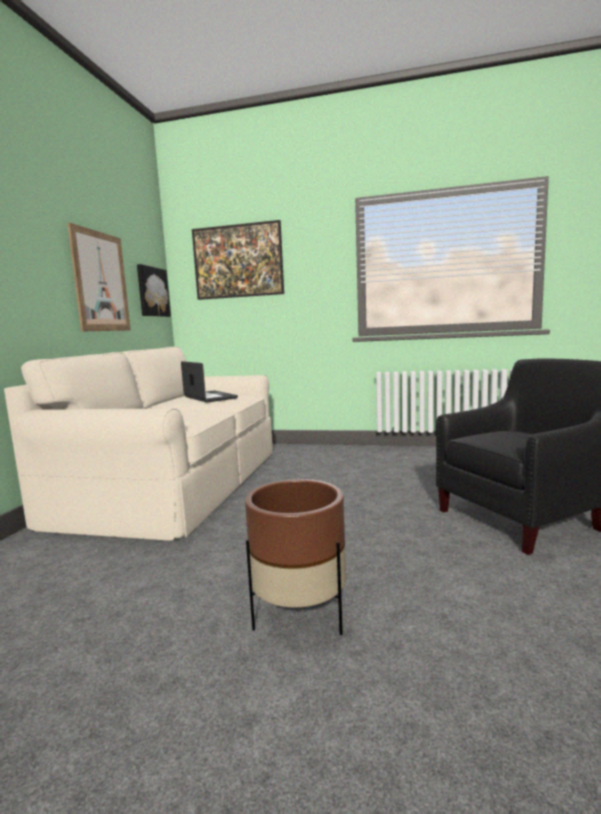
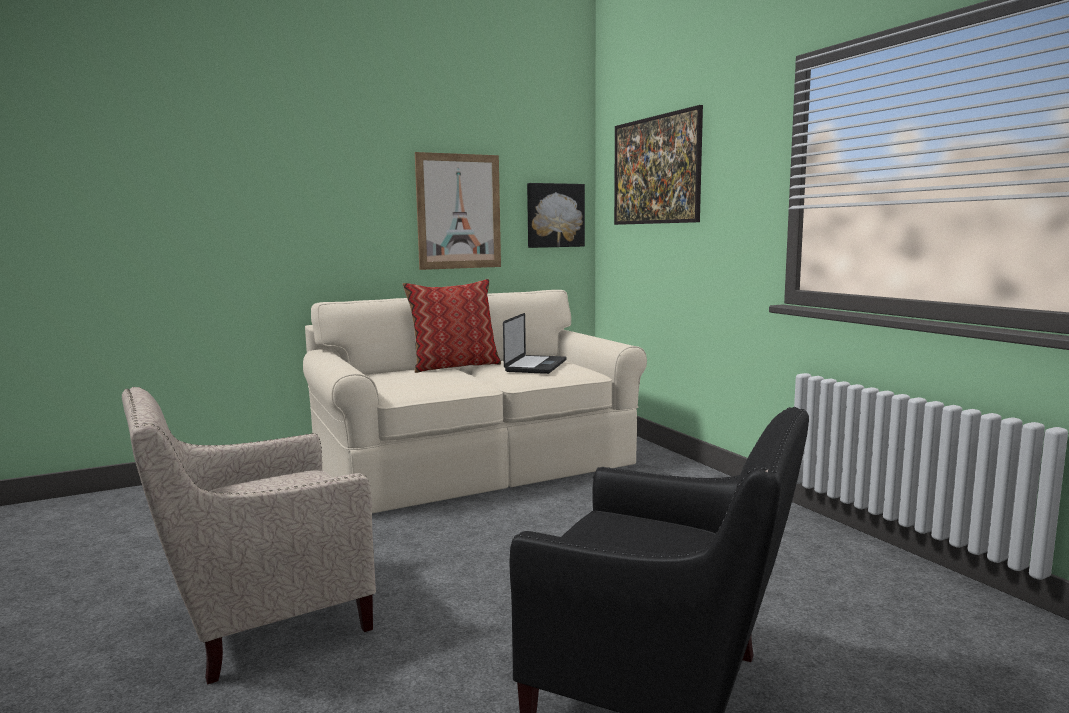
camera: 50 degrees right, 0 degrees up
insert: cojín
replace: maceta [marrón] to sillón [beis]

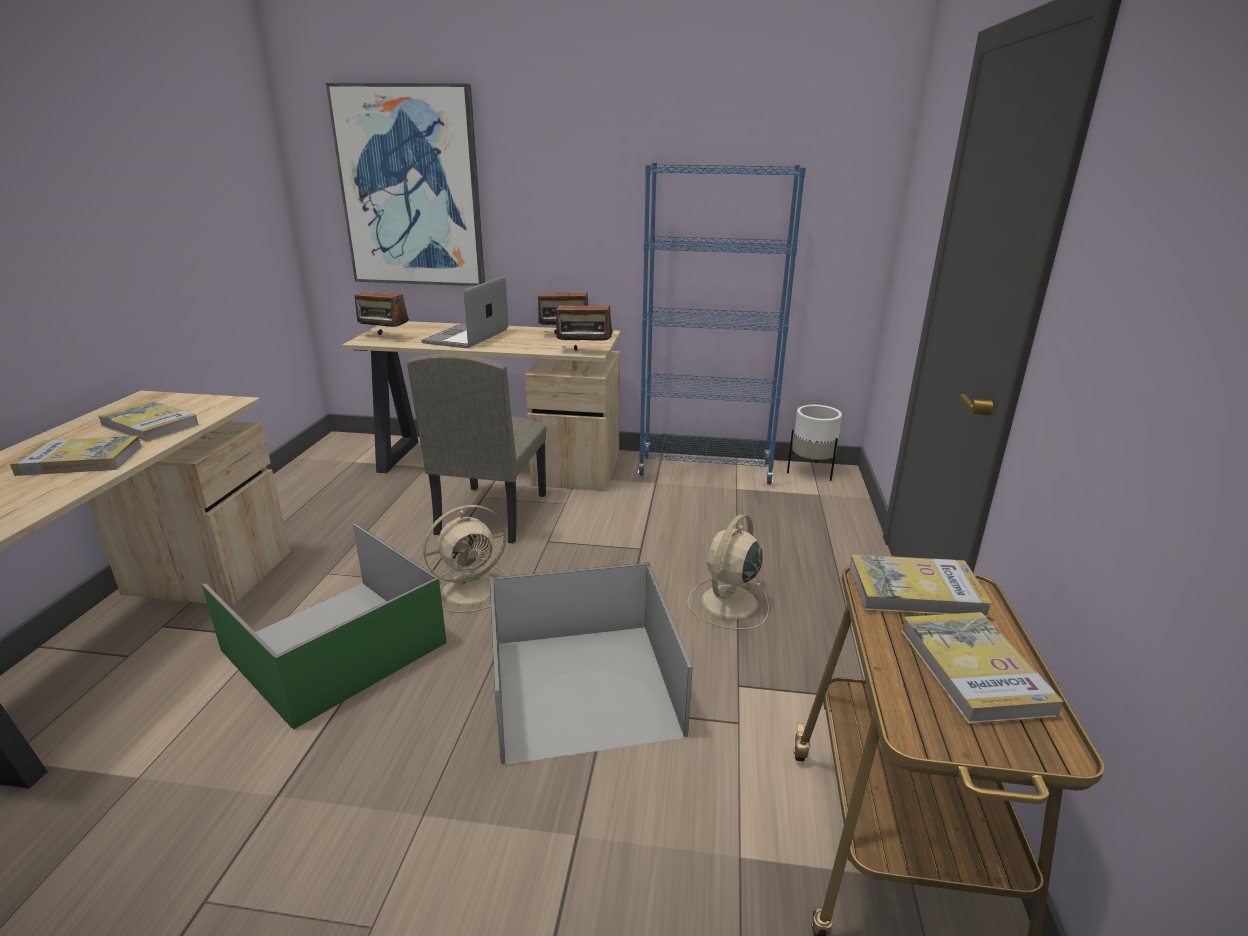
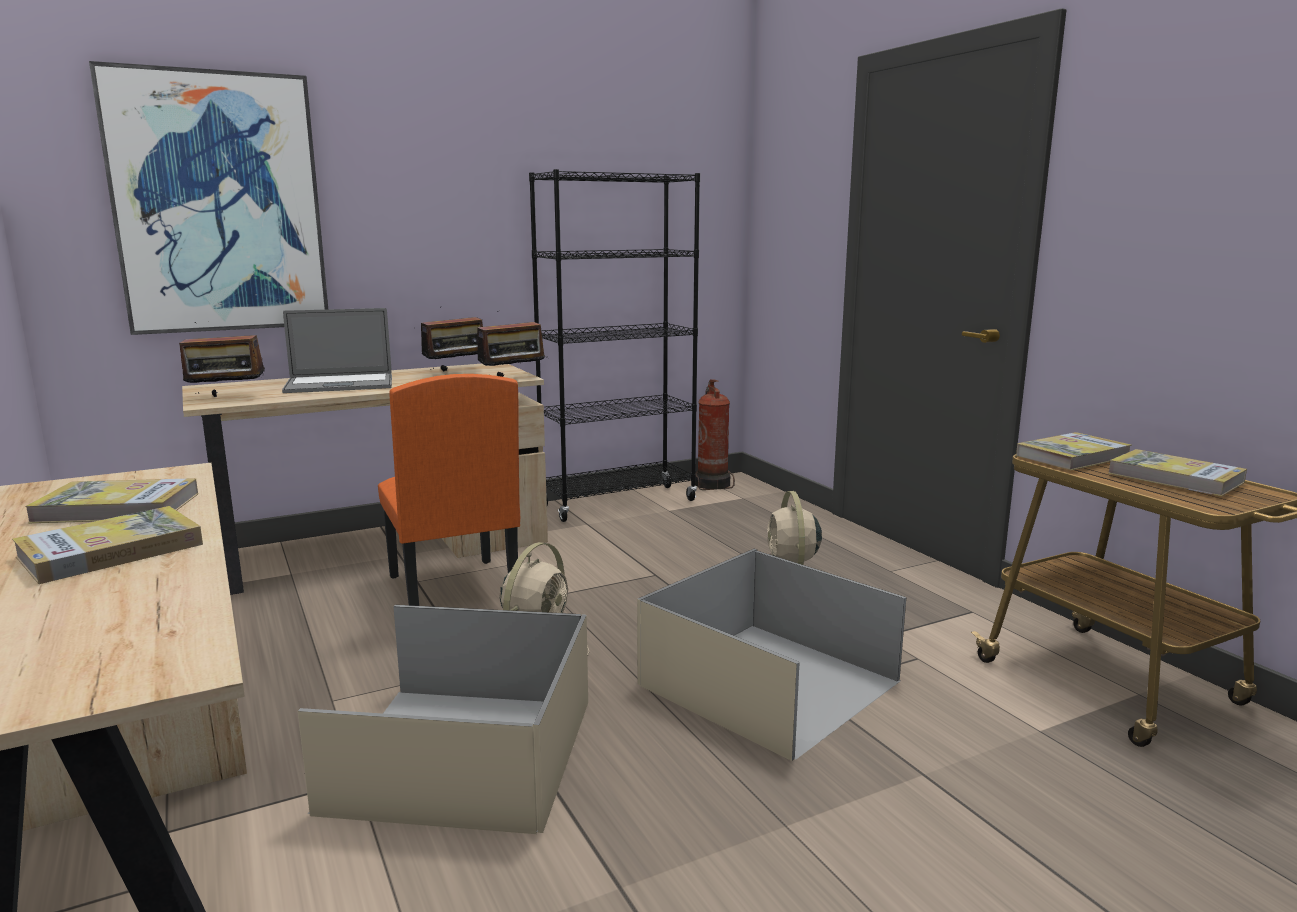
camera: 35 degrees left, 10 degrees down
replace: maceta [blanco] to extintor
recolor: estantería [azul] to estantería [negro]; silla [beis] to silla [naranja]; caja de almacenaje [verde] to caja de almacenaje [beis] (1st from left)
rotate: portátil 90 degrees counterclockwise

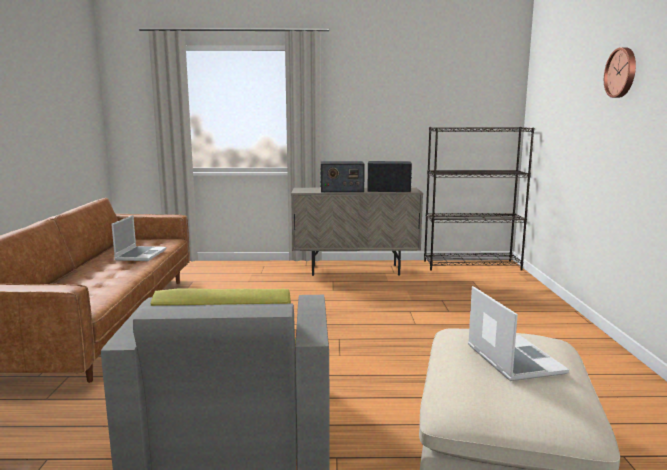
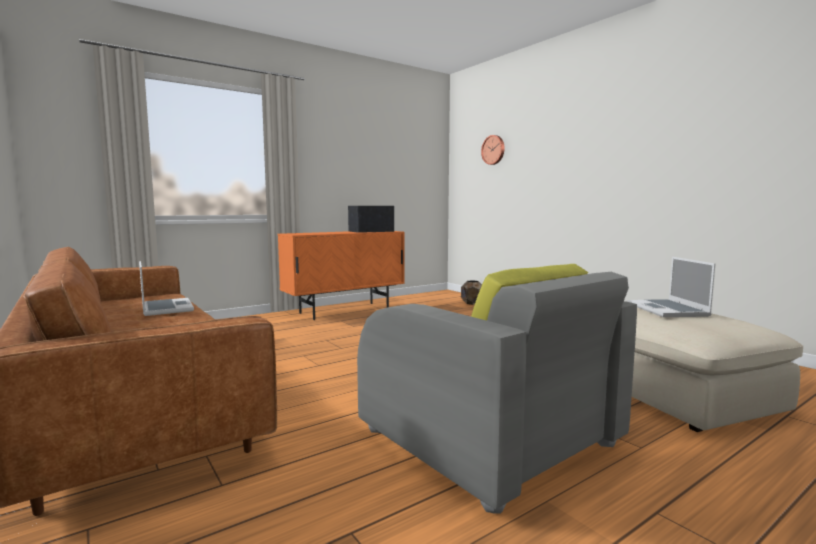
camera: 35 degrees left, 5 degrees down
delete: estantería [negro]; radio (1st from left)
insert: maceta [marrón]
move: reloj de pared
recolor: armario [beis] to armario [naranja]
rotate: portátil (2nd from left) 135 degrees counterclockwise

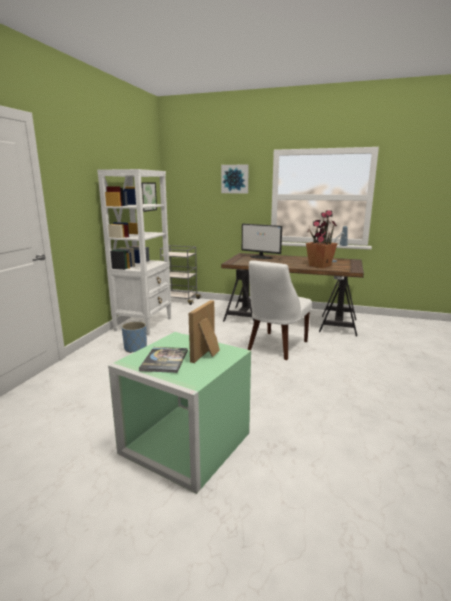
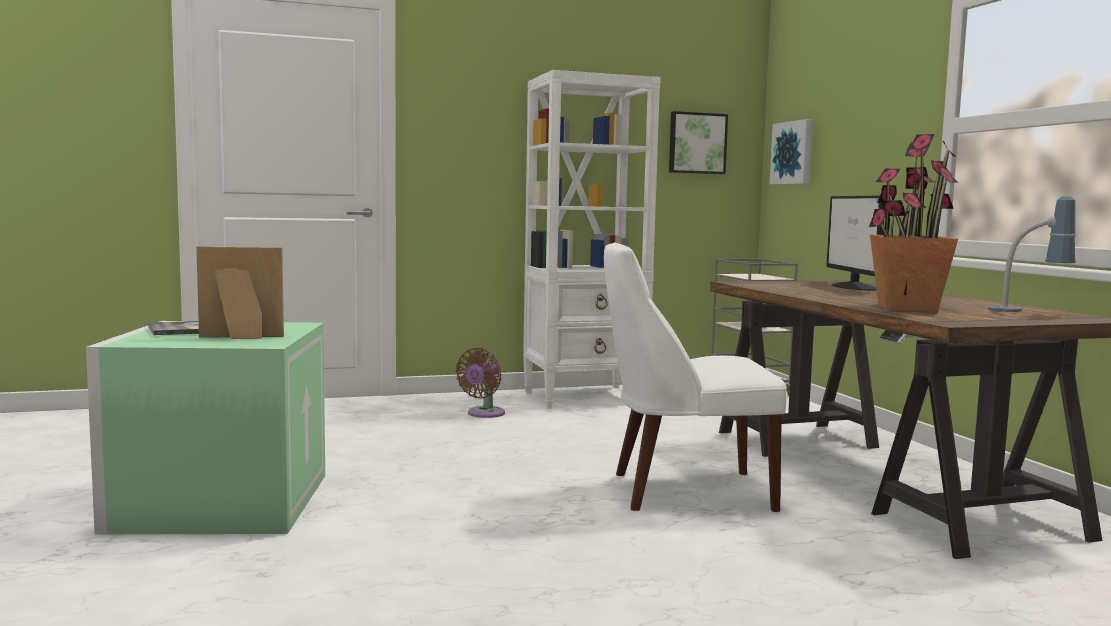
camera: 55 degrees right, 10 degrees down
move: cuadro (2nd from left)
replace: maceta [azul] to ventilador [marrón]

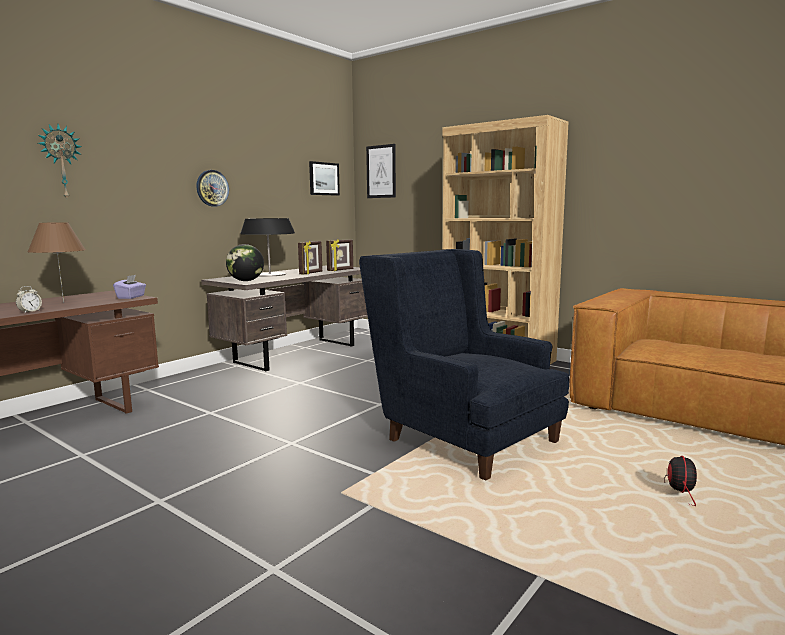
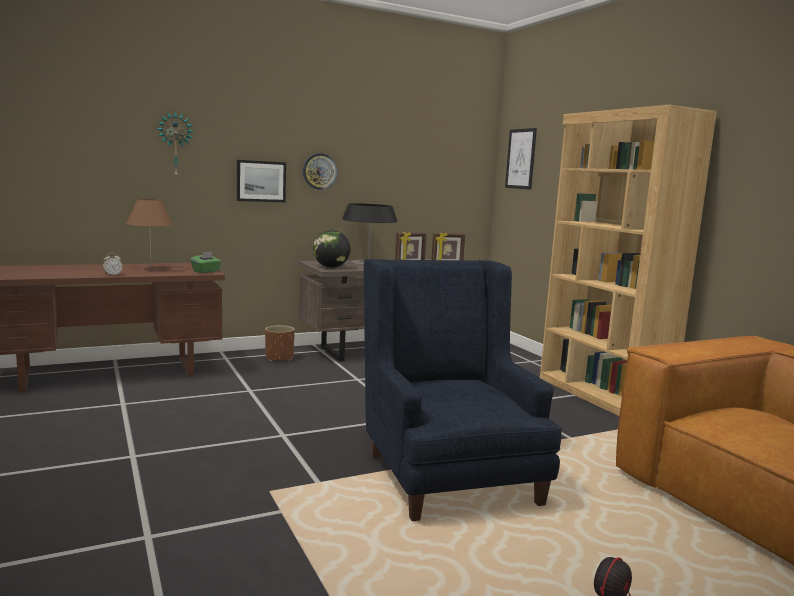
camera: 25 degrees right, 0 degrees up
insert: maceta [marrón]
move: cuadro (1st from left)
recolor: caja de pañuelos [morado] to caja de pañuelos [verde]

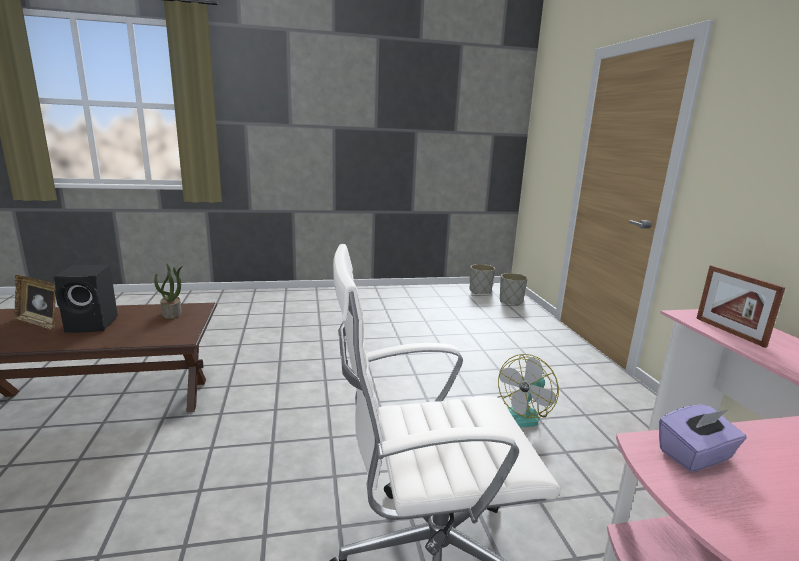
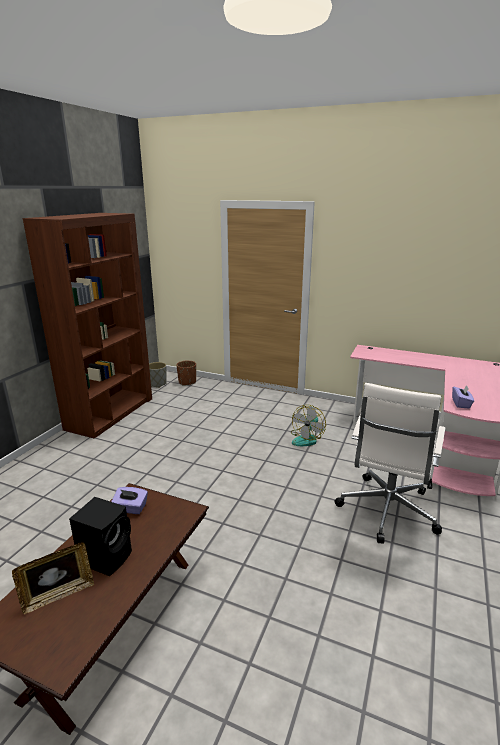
camera: 55 degrees left, 5 degrees up
delete: portarretratos (2nd from left)
insert: estantería [marrón]
replace: planta en maceta to caja de pañuelos [morado] (1st from left)
recolor: maceta [gris] (2nd from left) to maceta [marrón]
rotate: ventilador 45 degrees clockwise

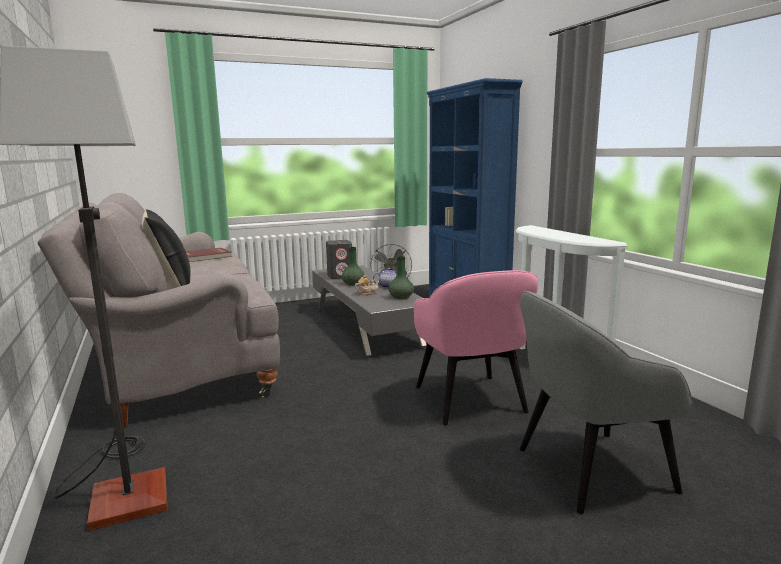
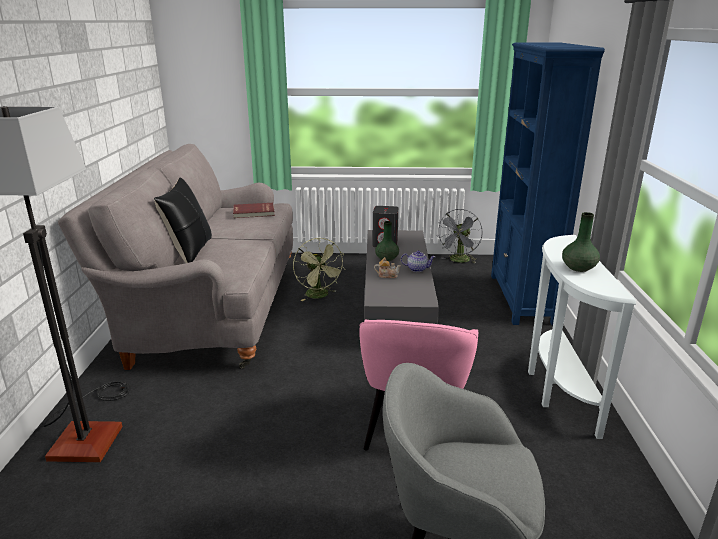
camera: 25 degrees right, 10 degrees up
insert: ventilador [verde]
move: florero [verde] (2nd from left)

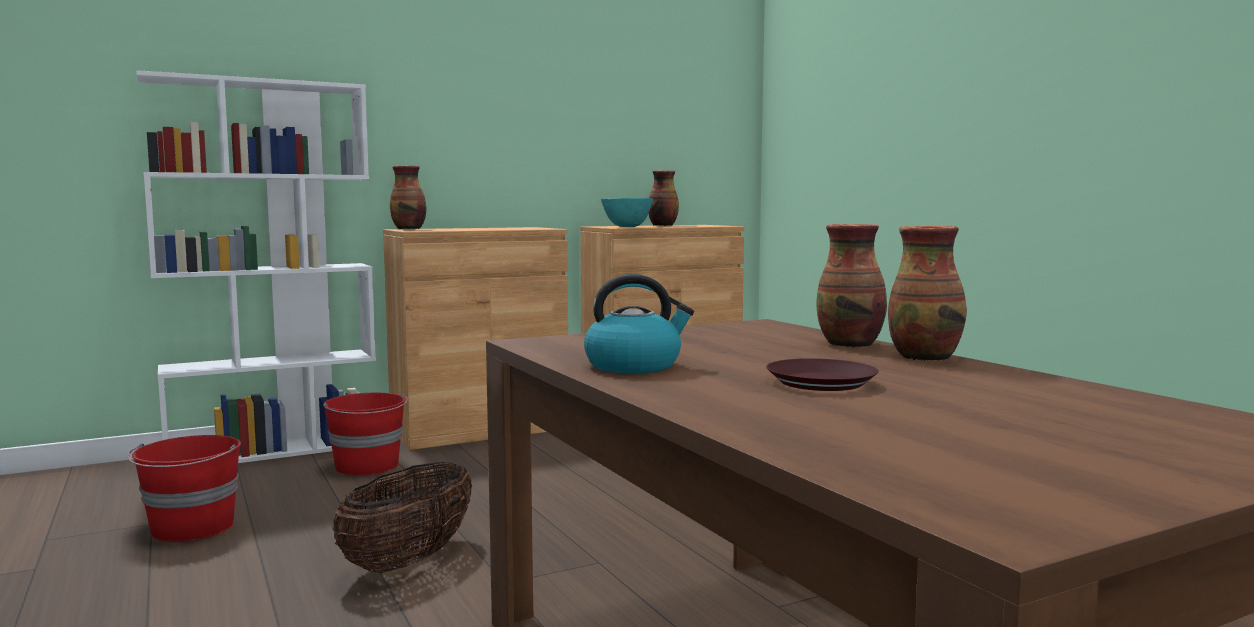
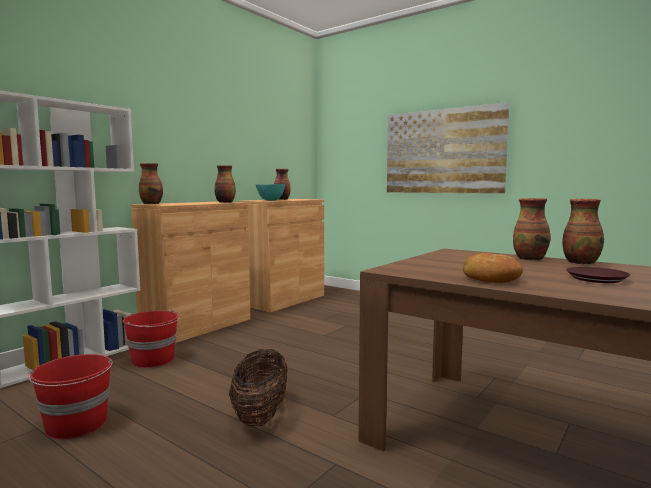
camera: 25 degrees left, 0 degrees up
insert: cuadro; florero (2nd from left)
replace: hervidor to pan

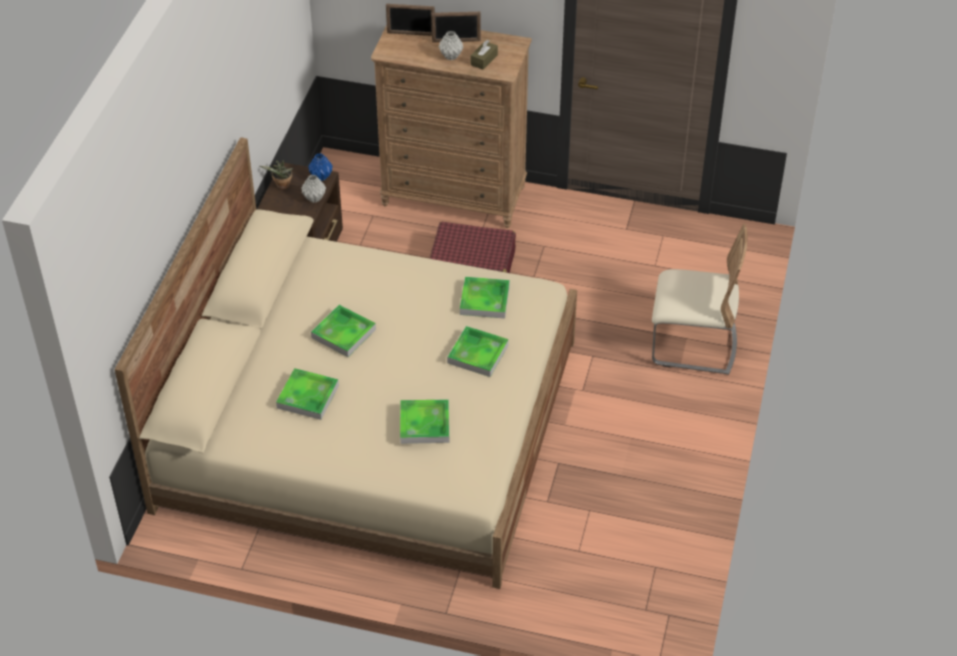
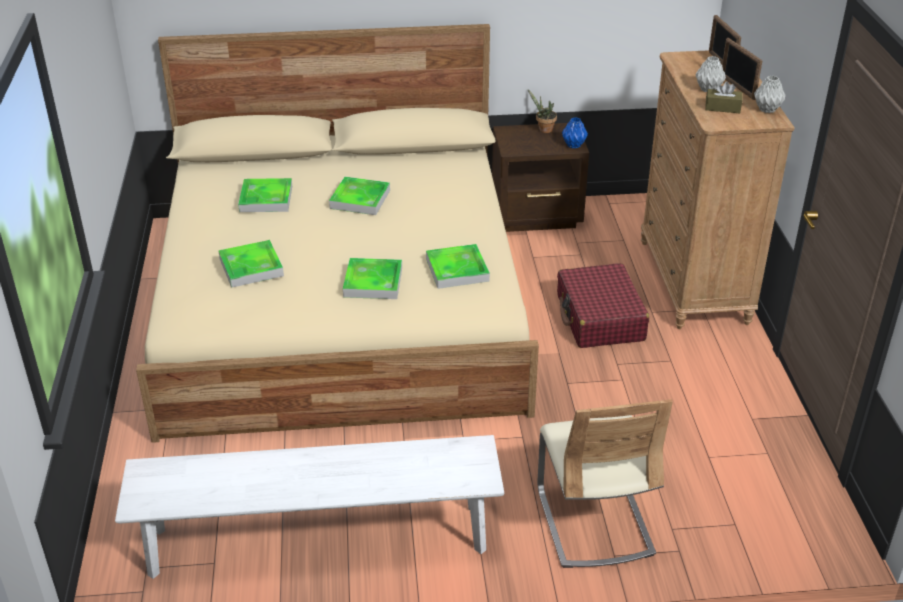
camera: 70 degrees right, 10 degrees down
insert: banco [blanco]
move: florero [gris] (1st from left in the first image) to florero [gris] (2nd from left)

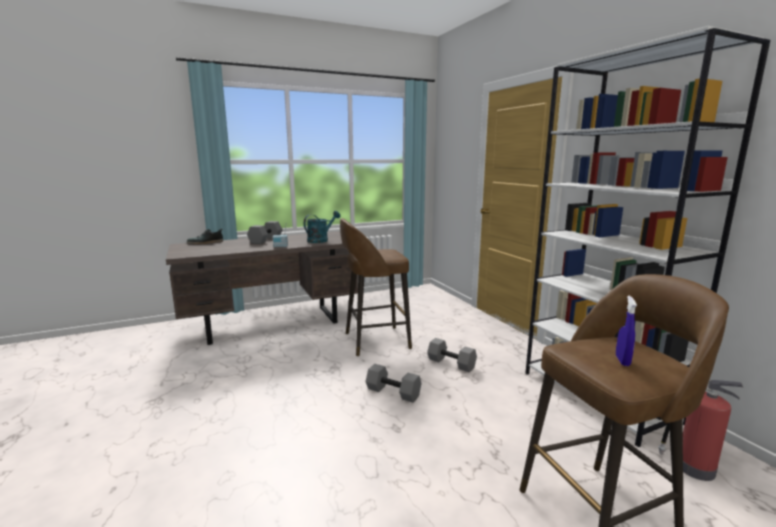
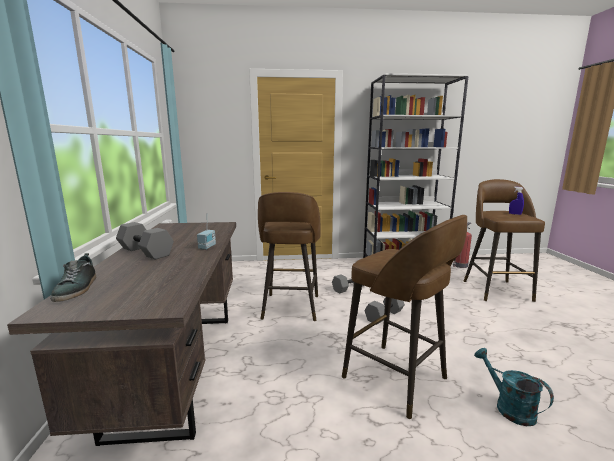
camera: 70 degrees left, 0 degrees up
insert: taburete [marrón] (2nd from left)
move: regadera [turquesa]

